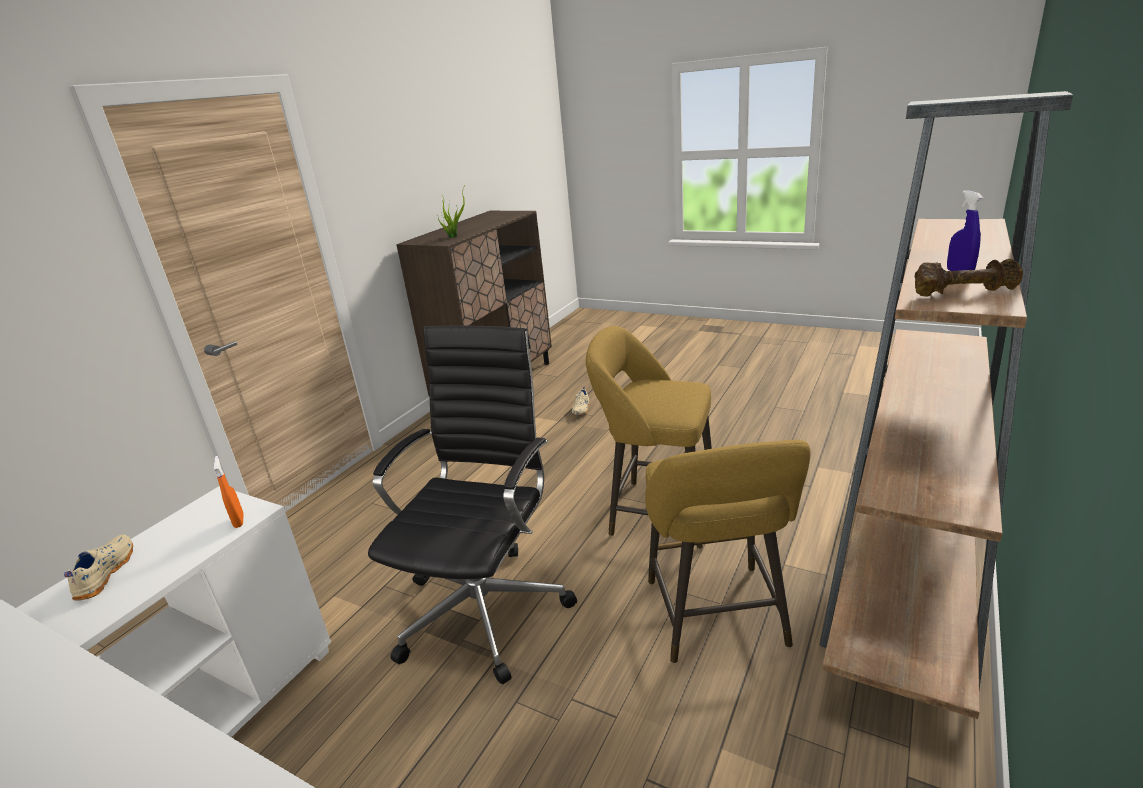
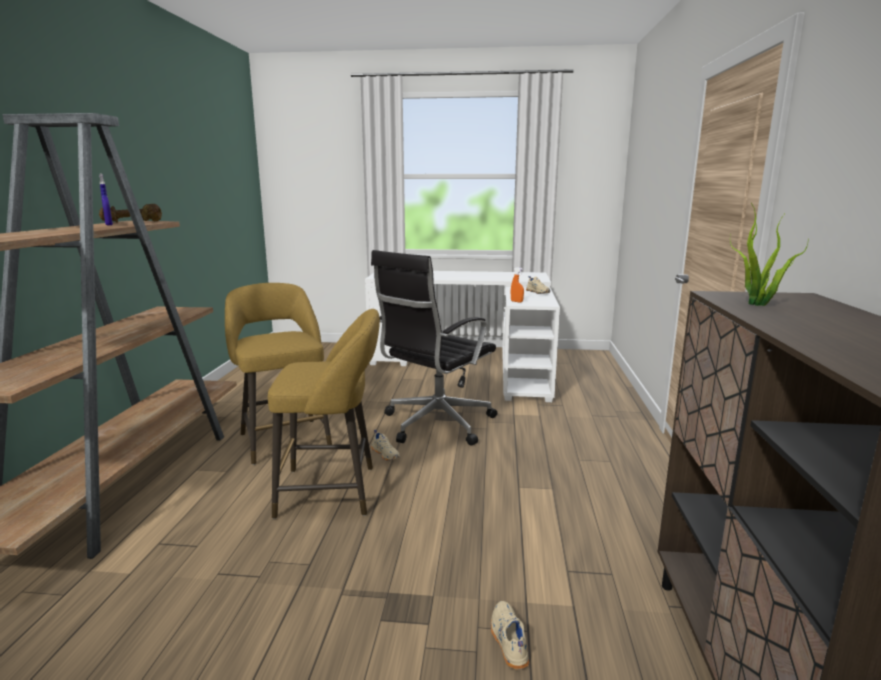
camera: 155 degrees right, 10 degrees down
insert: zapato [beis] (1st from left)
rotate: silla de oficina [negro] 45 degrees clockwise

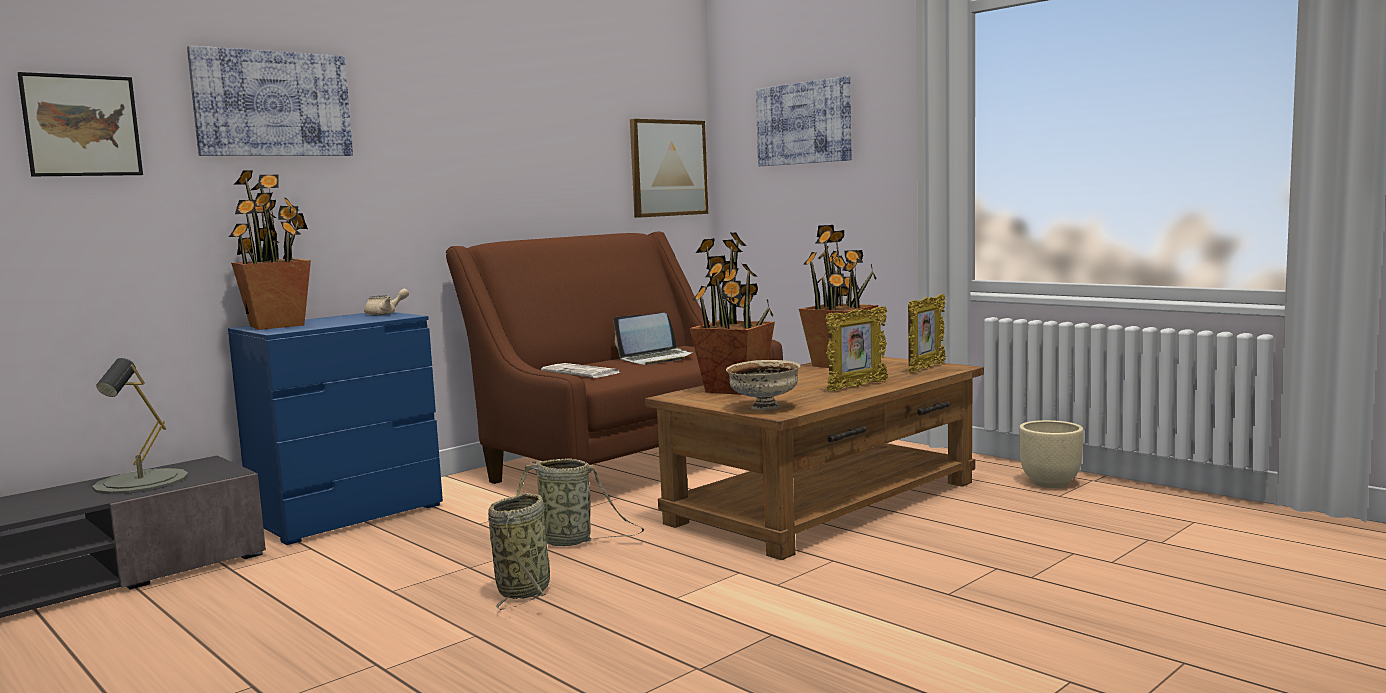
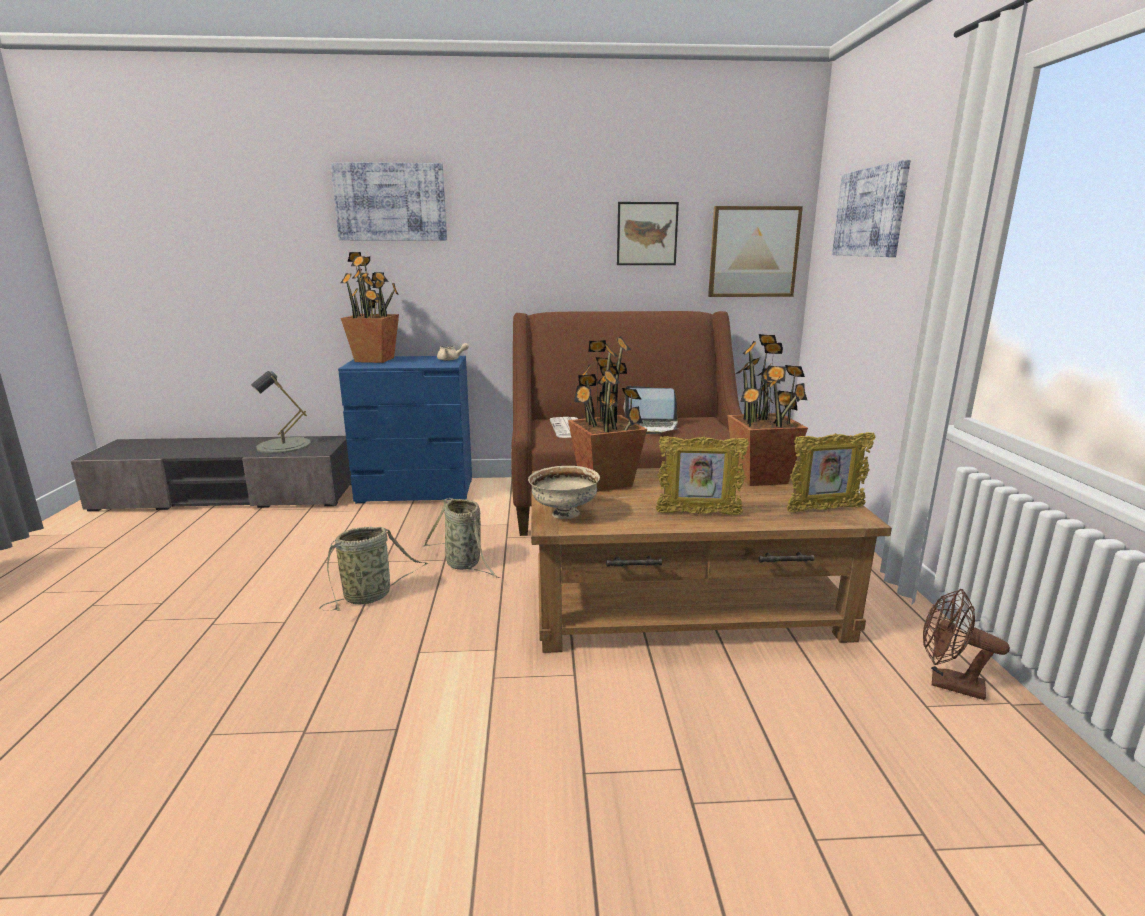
camera: 40 degrees right, 10 degrees up
move: cuadro (1st from left in the first image) to cuadro (2nd from left)
replace: maceta [beis] to ventilador [marrón]

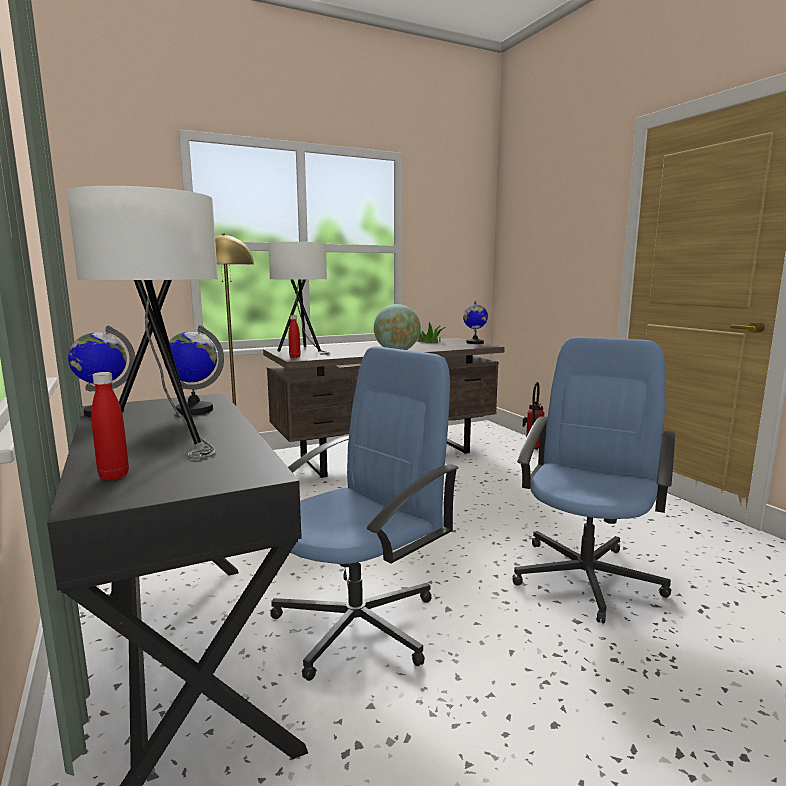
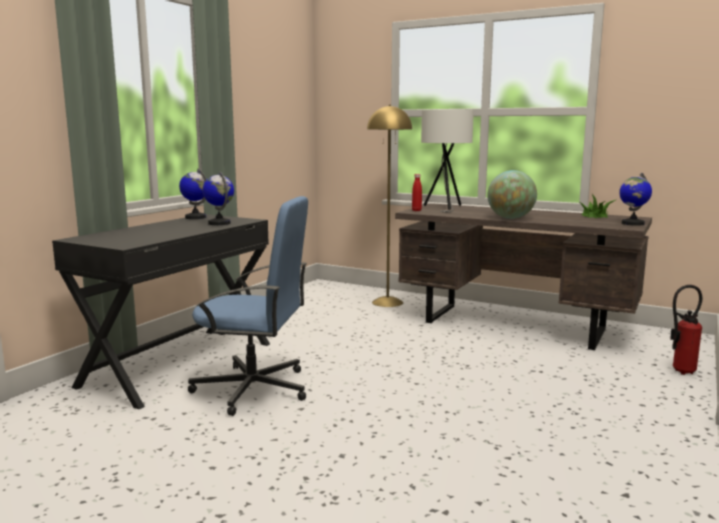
camera: 55 degrees right, 0 degrees up
delete: lámpara de mesa [blanco] (1st from left); silla de oficina [azul] (2nd from left); botella [rojo] (1st from left)

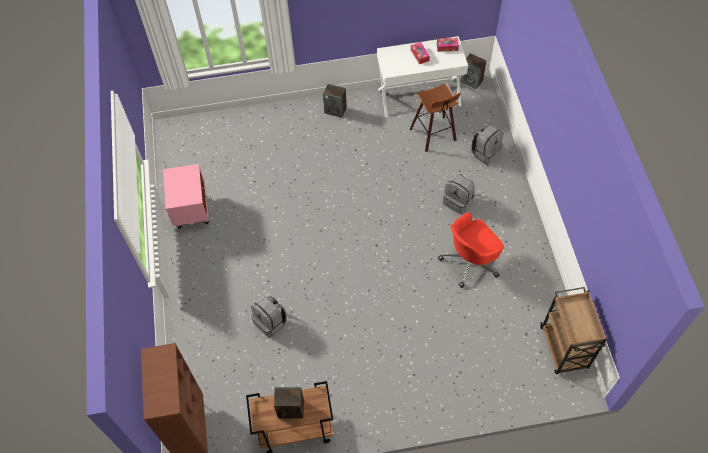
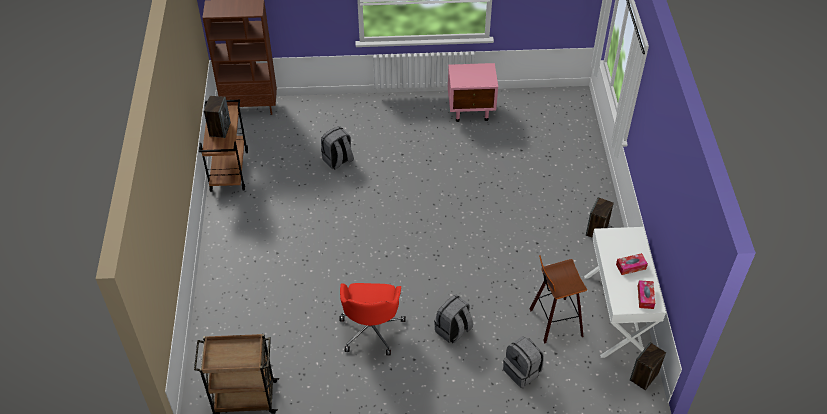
camera: 95 degrees right, 10 degrees down
rotate: silla de oficina [rojo] 150 degrees counterclockwise

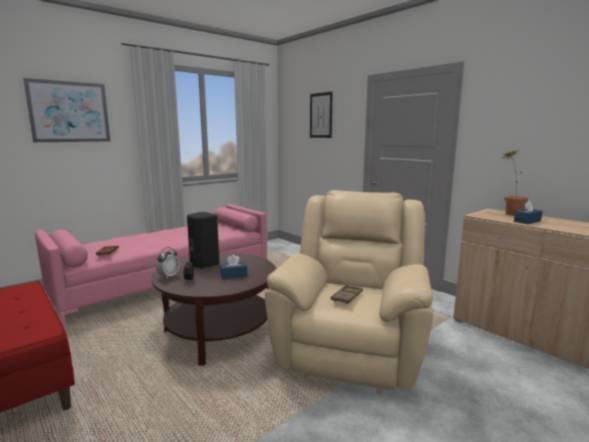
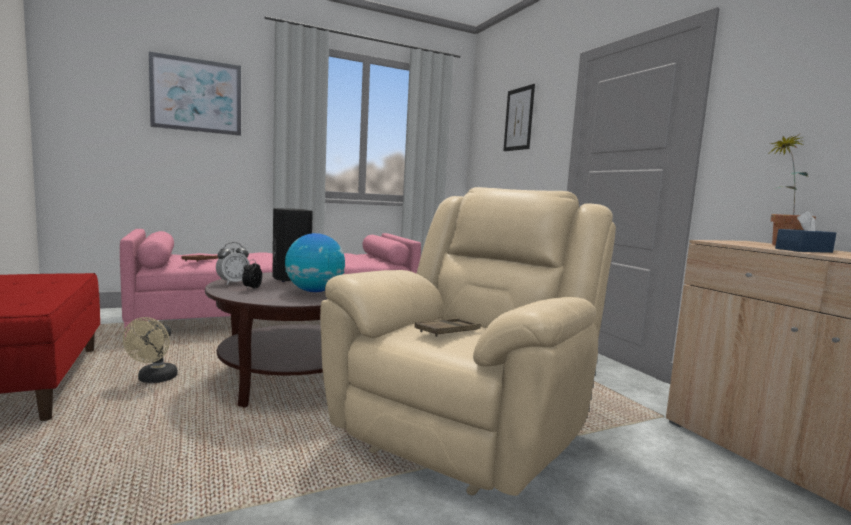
camera: 15 degrees right, 5 degrees down
insert: ventilador [beis]
replace: caja de pañuelos [azul] (1st from left) to globo terráqueo

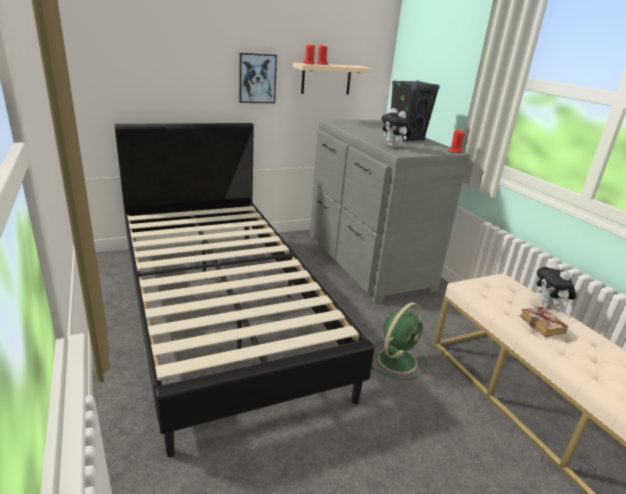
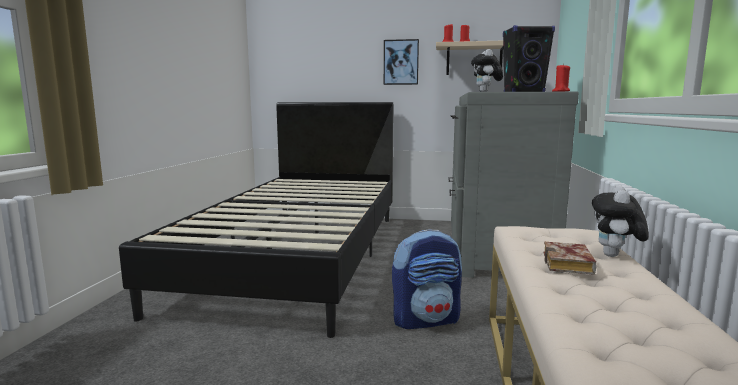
camera: 35 degrees right, 15 degrees down
replace: ventilador [verde] to mochila

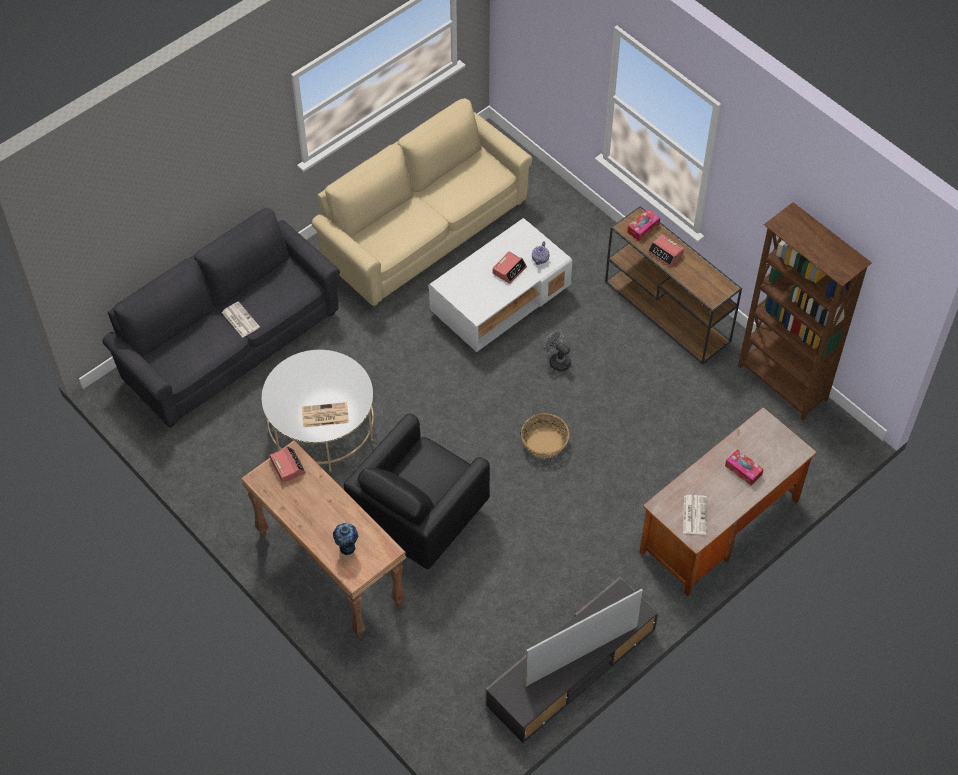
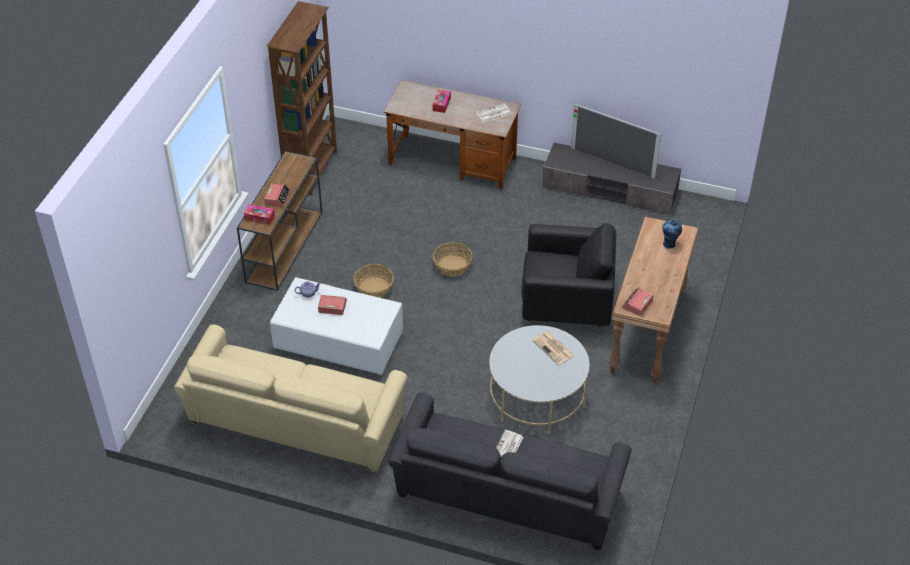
camera: 120 degrees left, 10 degrees down
replace: ventilador [gris] to cesta (1st from left)

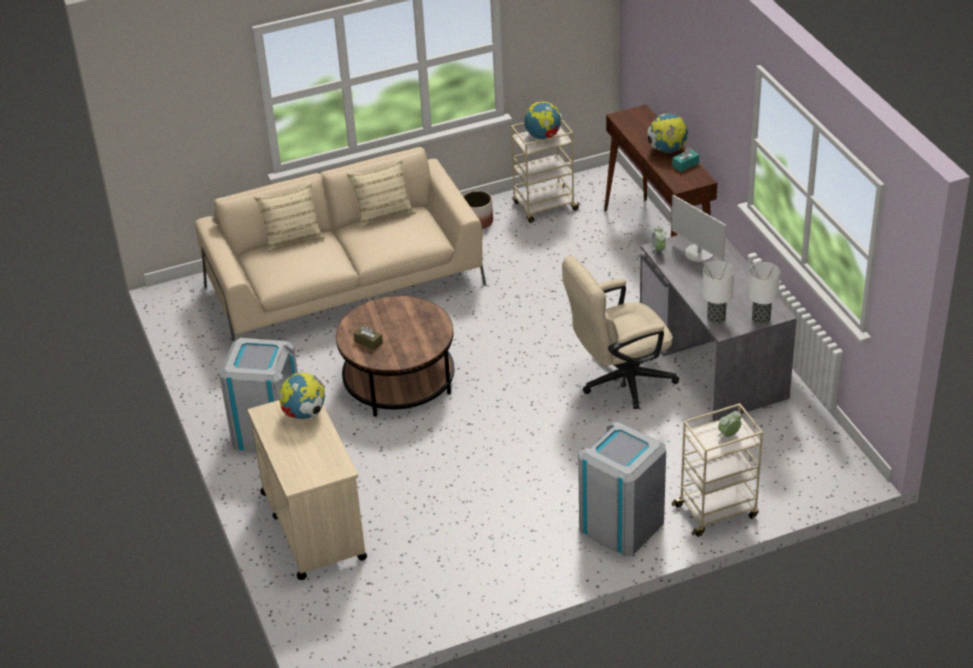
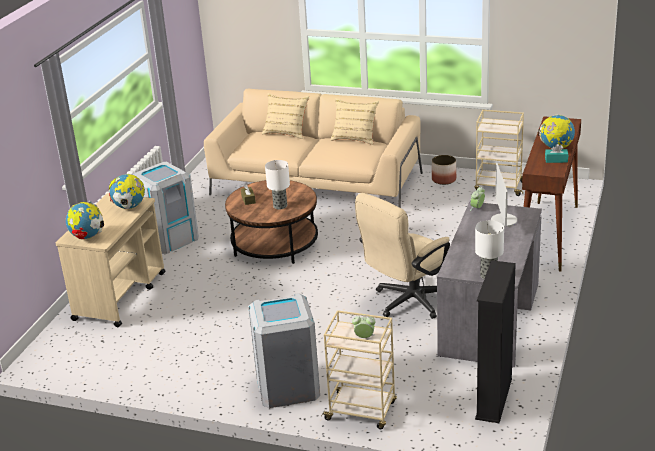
camera: 40 degrees right, 10 degrees down
insert: estantería [negro]
move: globo terráqueo (2nd from left in the first image) to globo terráqueo (1st from left); lámpara de mesa (1st from left)
rotate: silla de oficina [beis] 60 degrees counterclockwise

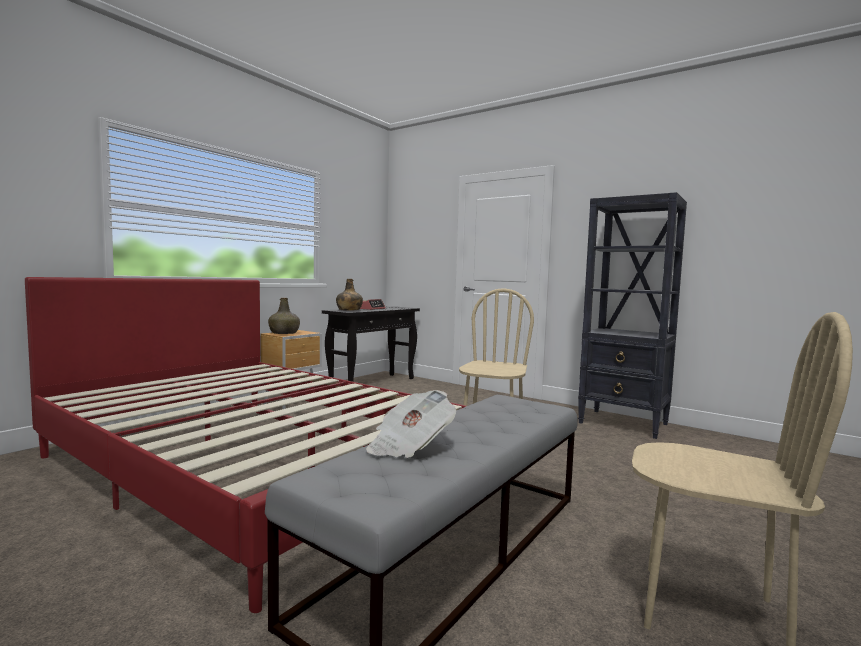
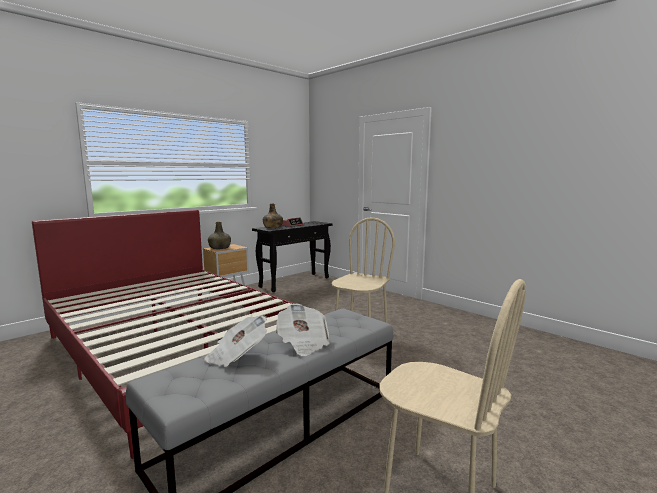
camera: 10 degrees right, 5 degrees up
delete: estantería [negro]
insert: periódico (2nd from left)

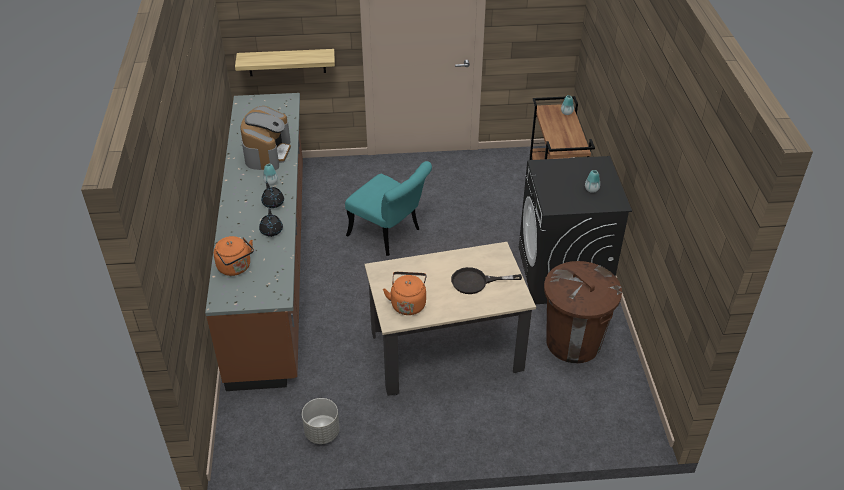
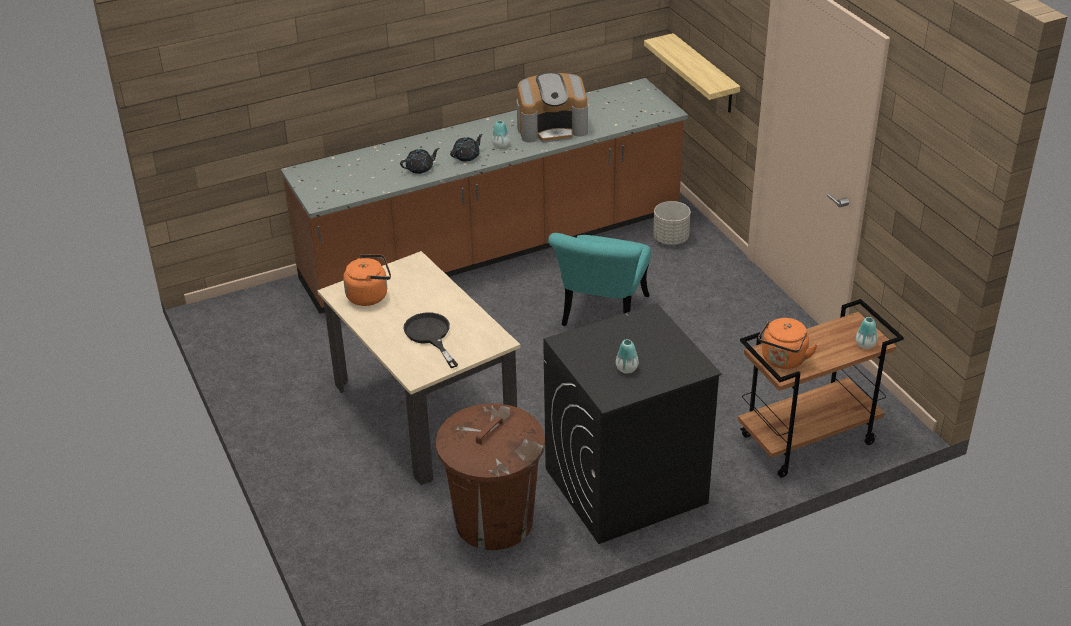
camera: 70 degrees right, 5 degrees down
move: hervidor [naranja] (1st from left in the first image) to hervidor [naranja] (2nd from left); maceta [gris]

